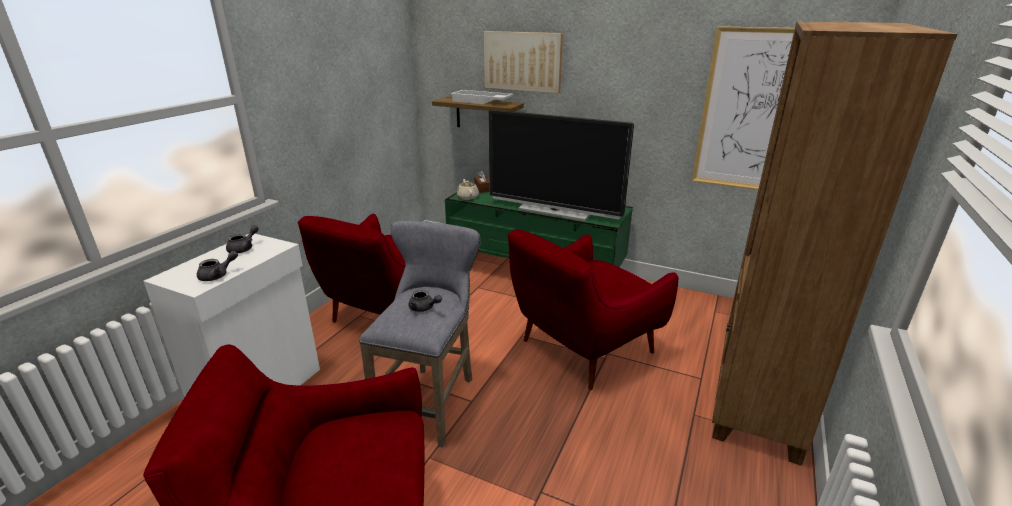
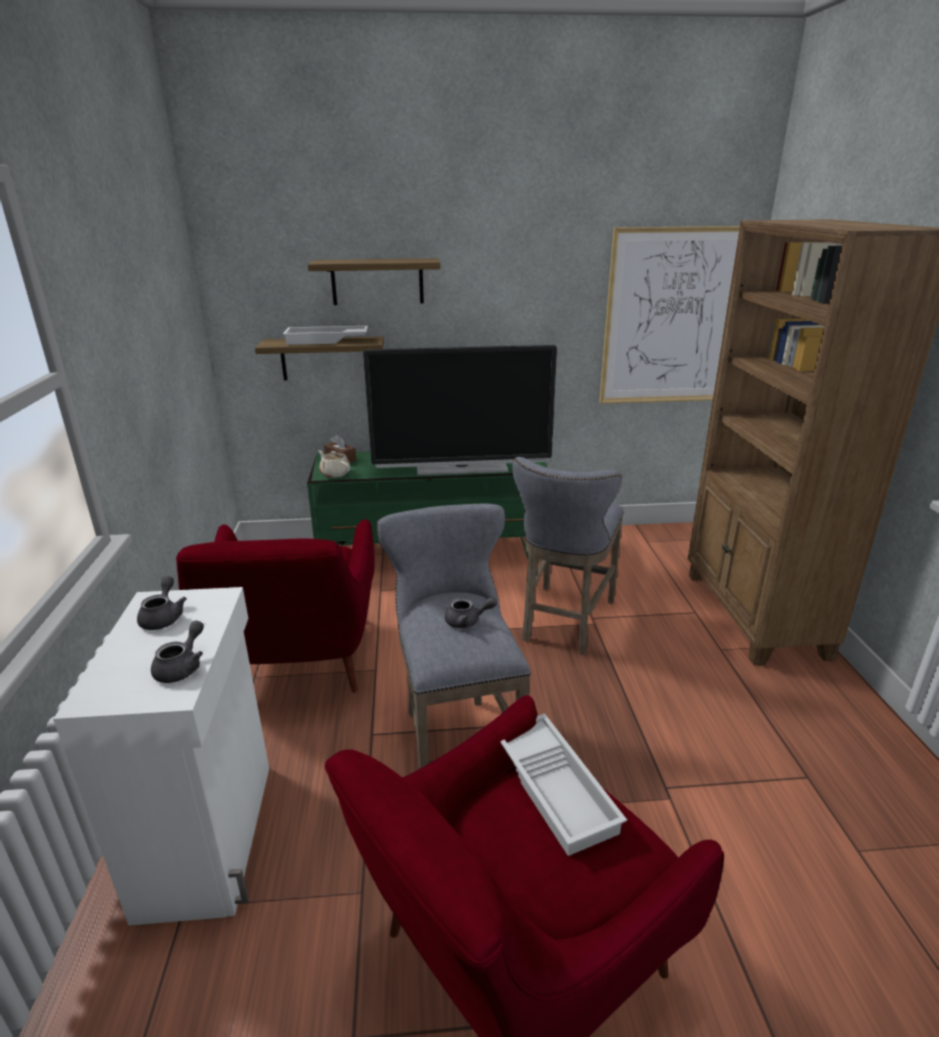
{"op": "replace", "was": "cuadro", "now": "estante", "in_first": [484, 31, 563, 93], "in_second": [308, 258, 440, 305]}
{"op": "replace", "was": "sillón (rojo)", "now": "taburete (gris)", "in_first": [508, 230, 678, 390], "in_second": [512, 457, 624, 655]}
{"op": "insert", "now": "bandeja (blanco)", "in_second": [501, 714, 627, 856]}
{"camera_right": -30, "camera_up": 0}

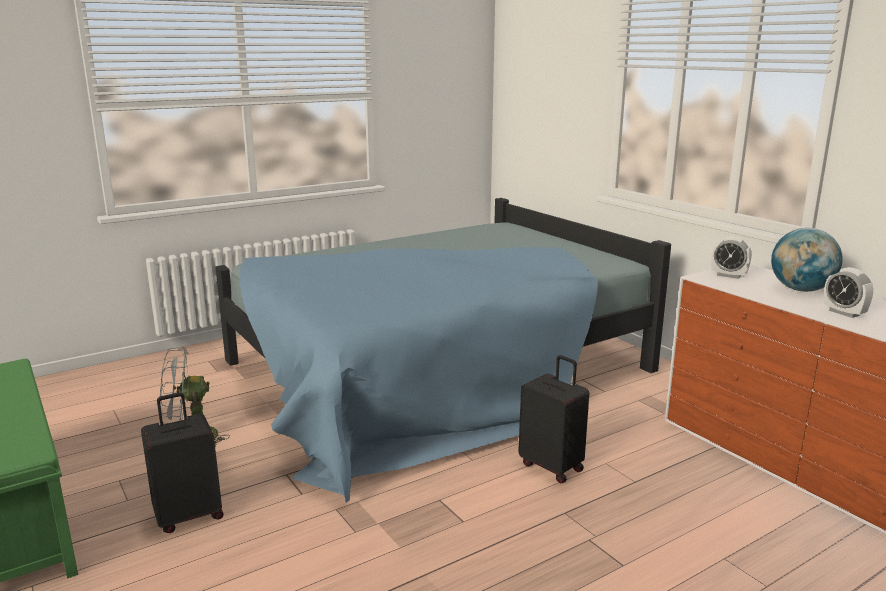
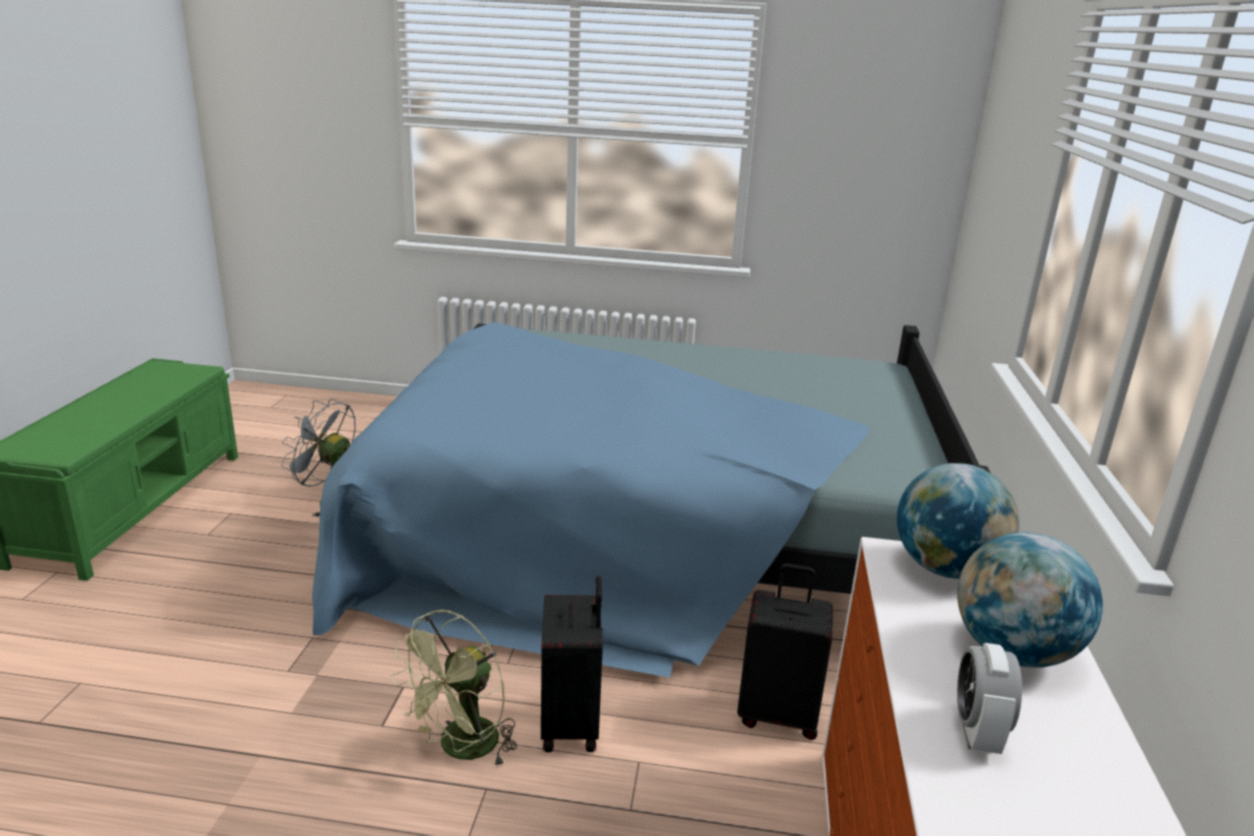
{"op": "move", "was": "maleta (negro)", "in_first": [141, 392, 224, 533], "in_second": [737, 564, 833, 740]}
{"op": "replace", "was": "despertador", "now": "globo terráqueo", "in_first": [711, 236, 752, 279], "in_second": [897, 463, 1019, 579]}
{"op": "insert", "now": "ventilador (verde)", "in_second": [390, 610, 517, 767]}
{"camera_right": 40, "camera_up": 5}

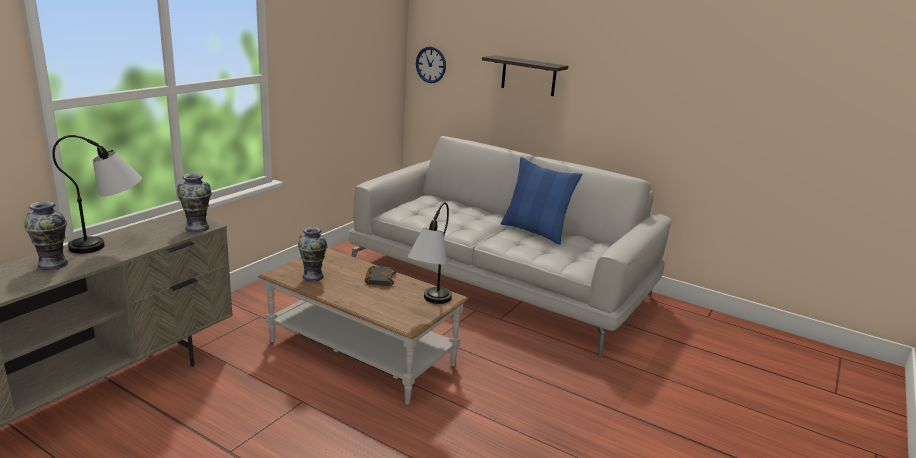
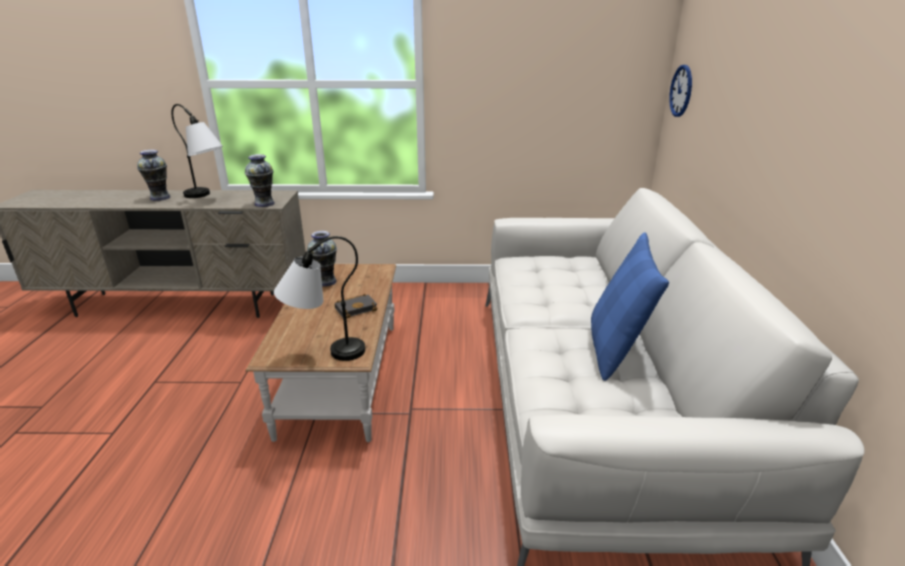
{"op": "delete", "was": "estante", "in_first": [482, 55, 568, 96]}
{"camera_right": 60, "camera_up": 5}

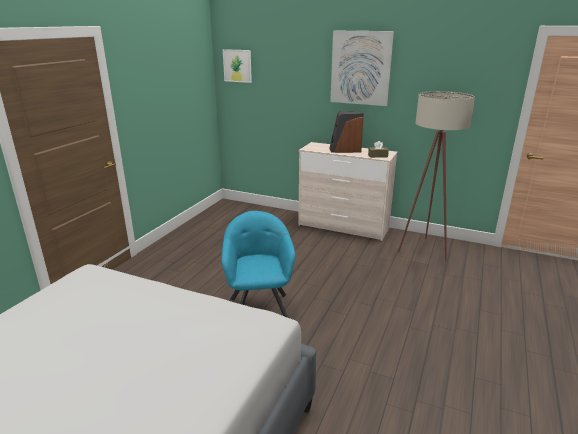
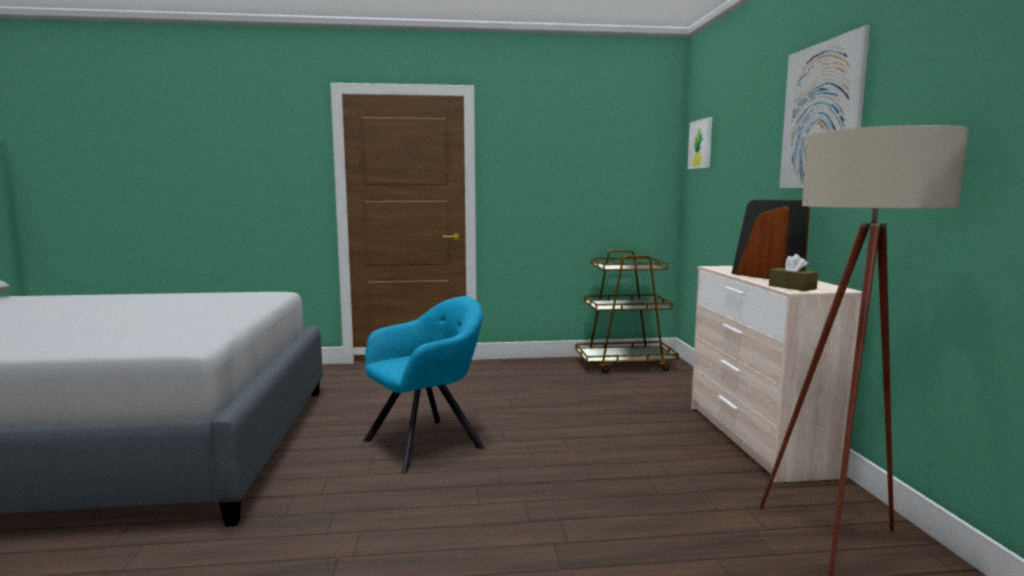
{"op": "insert", "now": "carrito (marrón)", "in_second": [576, 250, 679, 373]}
{"camera_right": 60, "camera_up": -15}

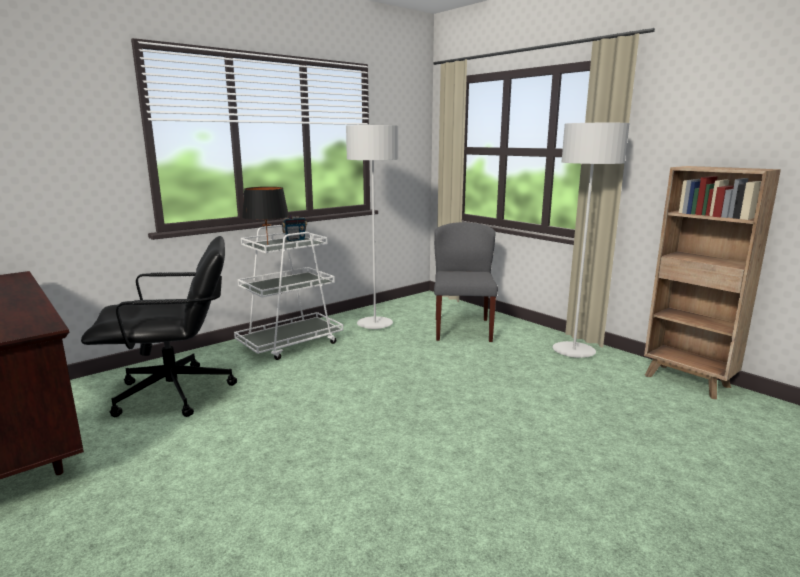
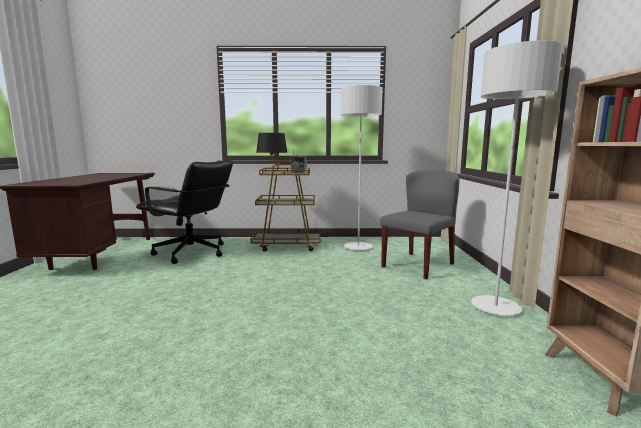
{"op": "recolor", "was": "carrito (blanco)", "now": "carrito (marrón)", "in_first": [234, 225, 343, 360], "in_second": [250, 162, 321, 252]}
{"camera_right": 40, "camera_up": -5}

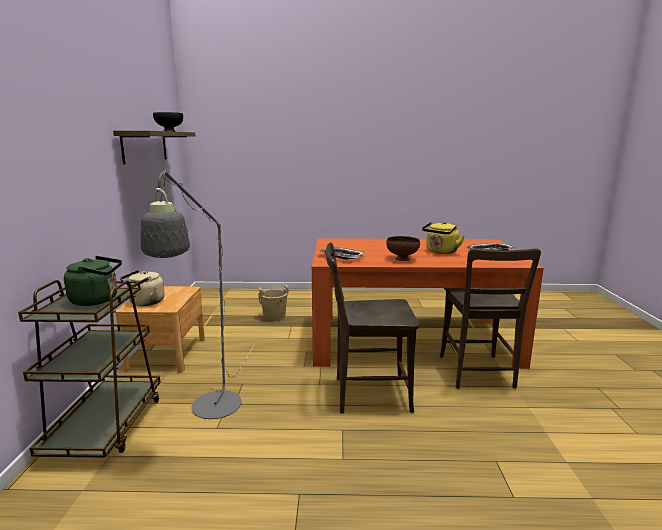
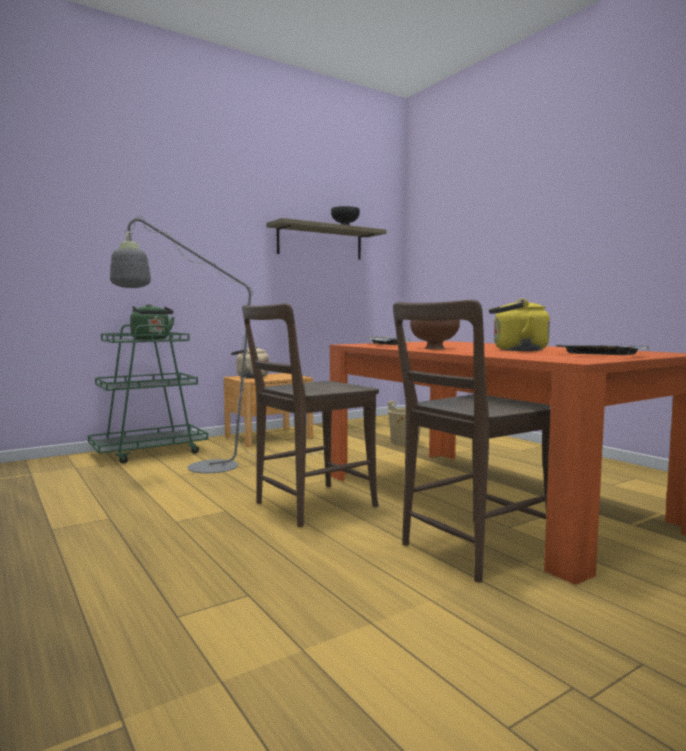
{"op": "recolor", "was": "carrito (marrón)", "now": "carrito (verde)", "in_first": [18, 280, 161, 458], "in_second": [88, 324, 208, 464]}
{"op": "rotate", "was": "silla (marrón)", "in_first": [326, 243, 419, 414], "in_second": [242, 303, 379, 527], "clockwise": -90}
{"camera_right": 55, "camera_up": -10}

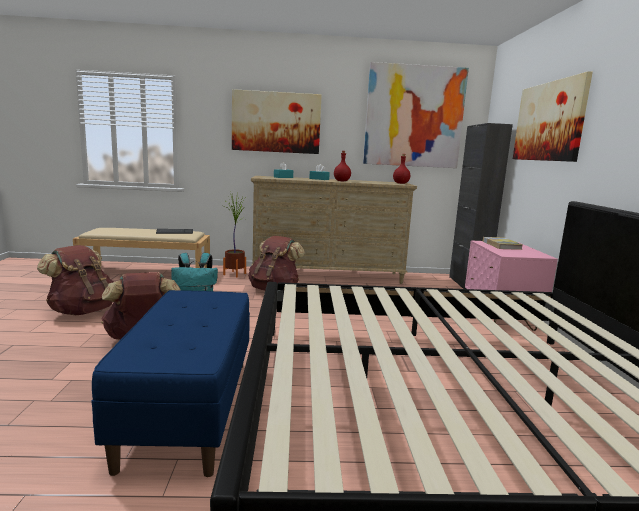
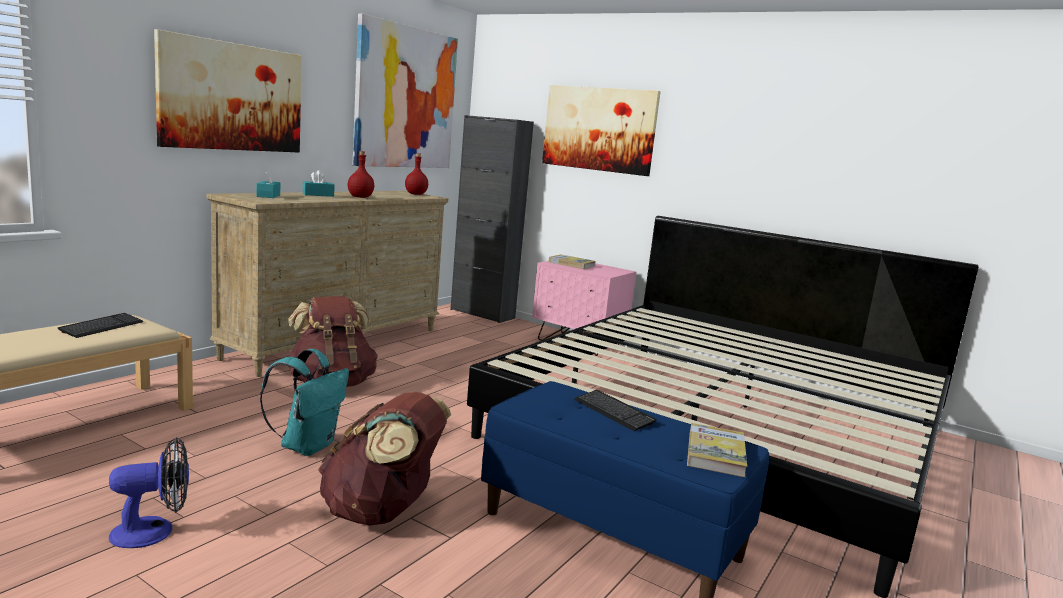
{"op": "replace", "was": "mochila (marrón)", "now": "ventilador", "in_first": [37, 245, 114, 315], "in_second": [109, 437, 189, 548]}
{"op": "delete", "was": "planta en maceta", "in_first": [223, 191, 246, 278]}
{"op": "insert", "now": "teclado", "in_second": [574, 390, 657, 431]}
{"op": "insert", "now": "libro", "in_second": [687, 423, 747, 477]}
{"camera_right": -55, "camera_up": 0}

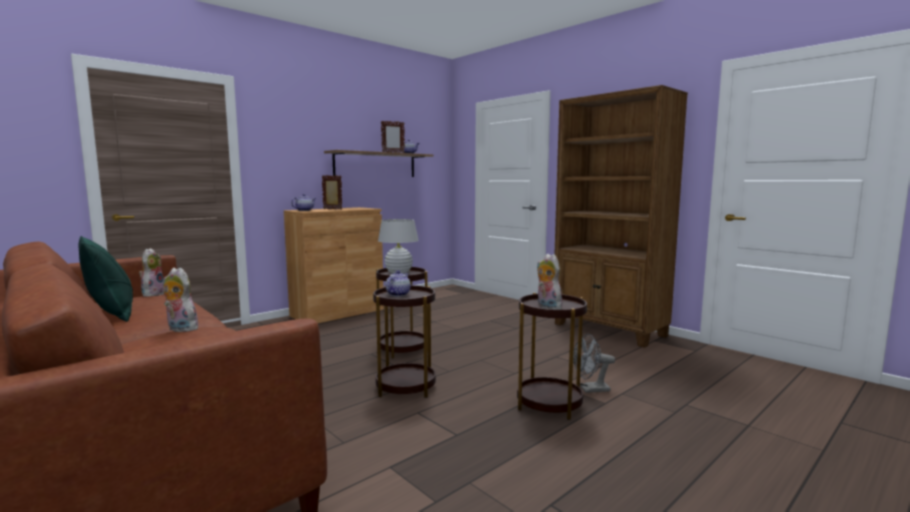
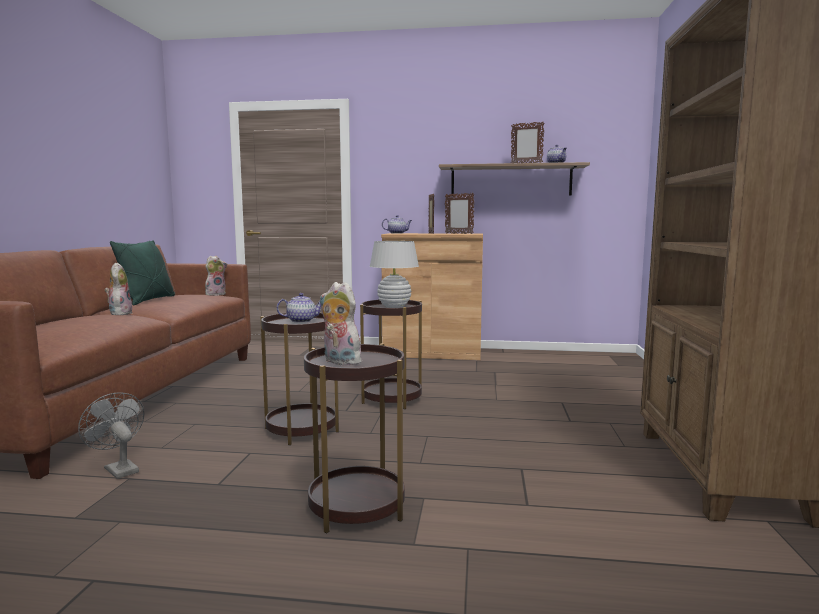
{"op": "rotate", "was": "peluche", "in_first": [537, 254, 562, 309], "in_second": [319, 282, 362, 366], "clockwise": -75}
{"op": "move", "was": "ventilador (gris)", "in_first": [573, 334, 615, 393], "in_second": [78, 392, 144, 479]}
{"op": "insert", "now": "portarretratos", "in_second": [445, 193, 475, 234]}
{"camera_right": 50, "camera_up": 0}

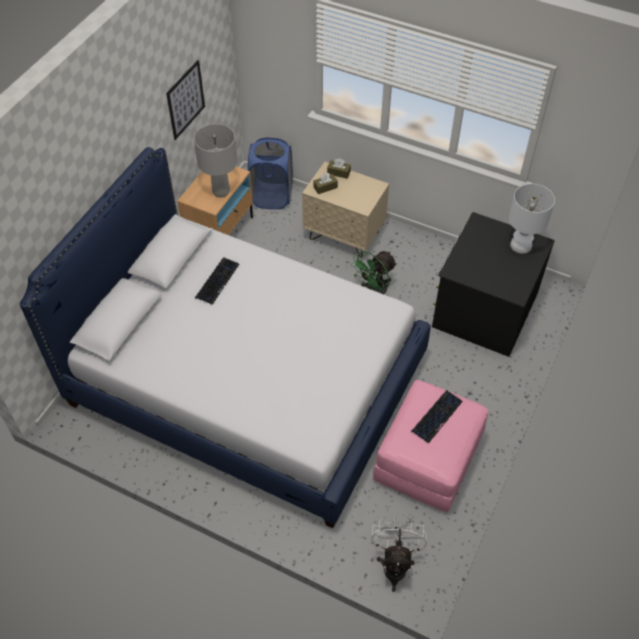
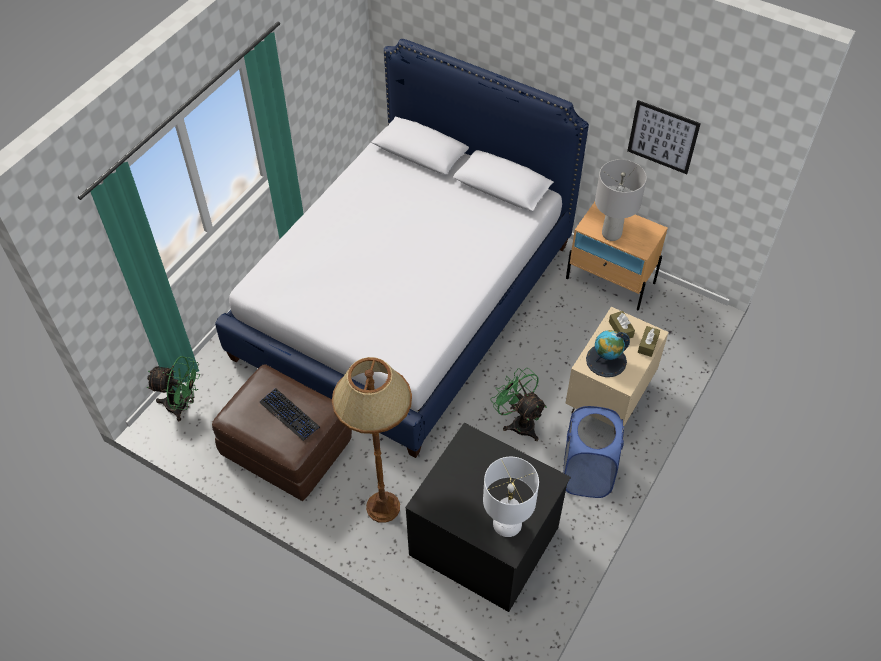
{"op": "delete", "was": "teclado", "in_first": [195, 257, 239, 305]}
{"op": "move", "was": "cesto de la ropa (azul)", "in_first": [248, 137, 292, 209], "in_second": [563, 406, 624, 498]}
{"op": "recolor", "was": "ventilador (blanco)", "now": "ventilador (verde)", "in_first": [371, 517, 427, 592], "in_second": [147, 356, 200, 421]}
{"op": "recolor", "was": "puf (rosa)", "now": "puf (marrón)", "in_first": [373, 380, 488, 513], "in_second": [212, 364, 352, 501]}
{"op": "insert", "now": "lámpara de pie (marrón)", "in_second": [332, 357, 412, 523]}
{"op": "insert", "now": "globo terráqueo", "in_second": [586, 330, 630, 377]}
{"camera_right": 95, "camera_up": 0}

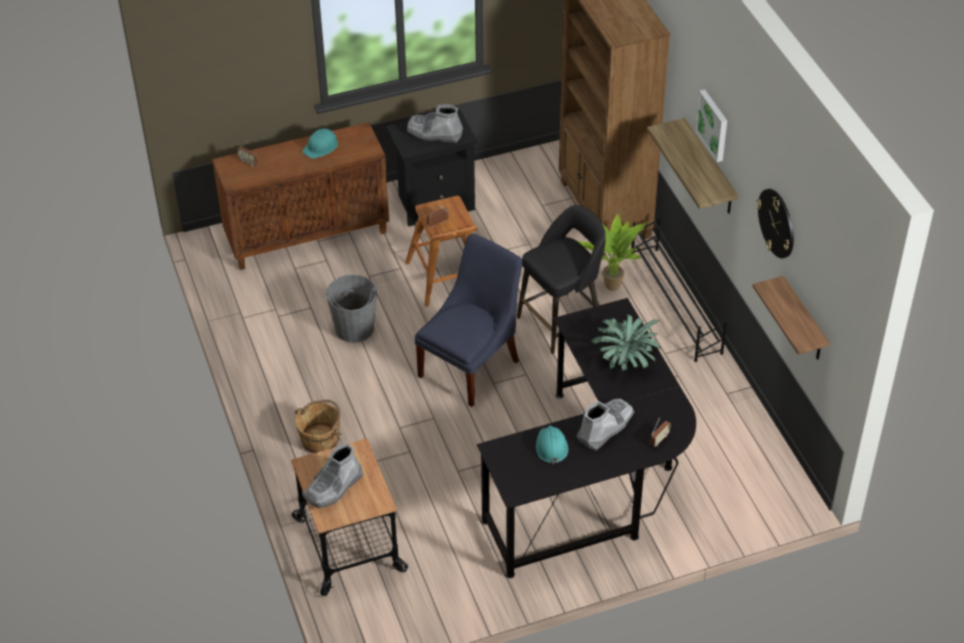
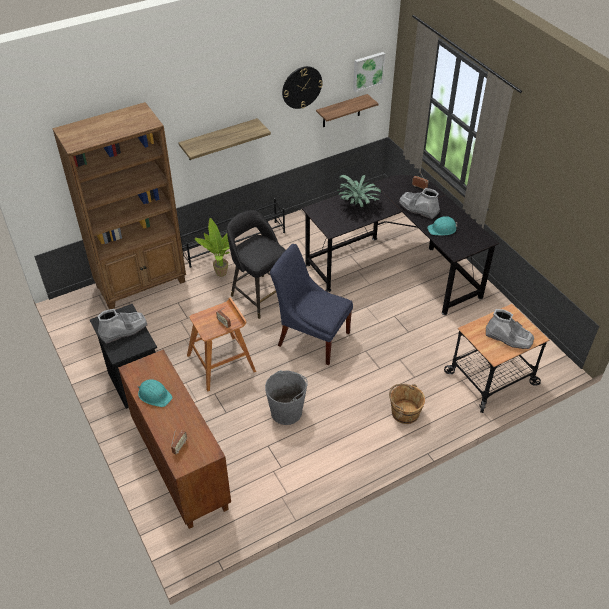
{"op": "rotate", "was": "bota (gris)", "in_first": [407, 104, 463, 143], "in_second": [97, 309, 147, 344], "clockwise": -120}
{"op": "move", "was": "cuadro", "in_first": [695, 89, 727, 162], "in_second": [353, 52, 385, 92]}
{"camera_right": -100, "camera_up": 0}

